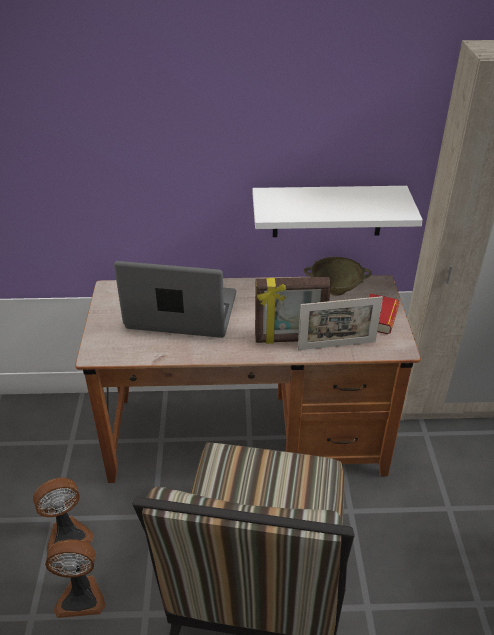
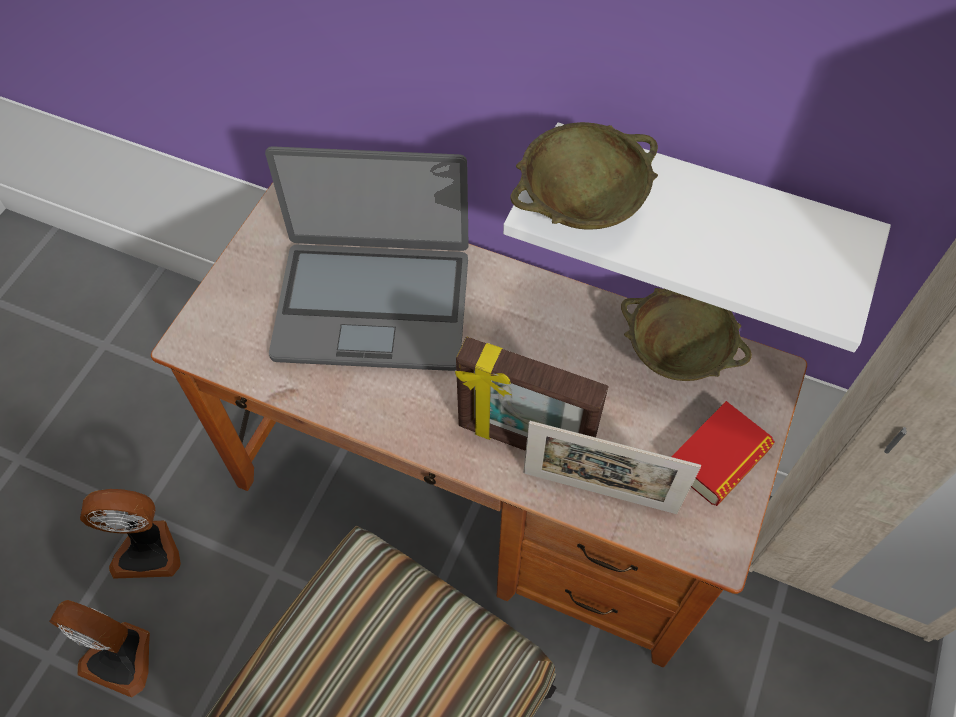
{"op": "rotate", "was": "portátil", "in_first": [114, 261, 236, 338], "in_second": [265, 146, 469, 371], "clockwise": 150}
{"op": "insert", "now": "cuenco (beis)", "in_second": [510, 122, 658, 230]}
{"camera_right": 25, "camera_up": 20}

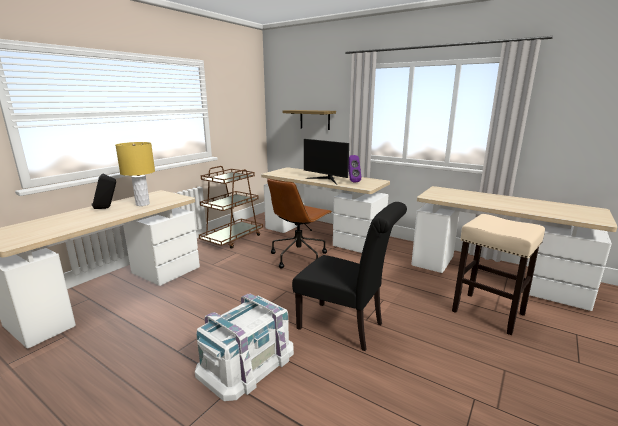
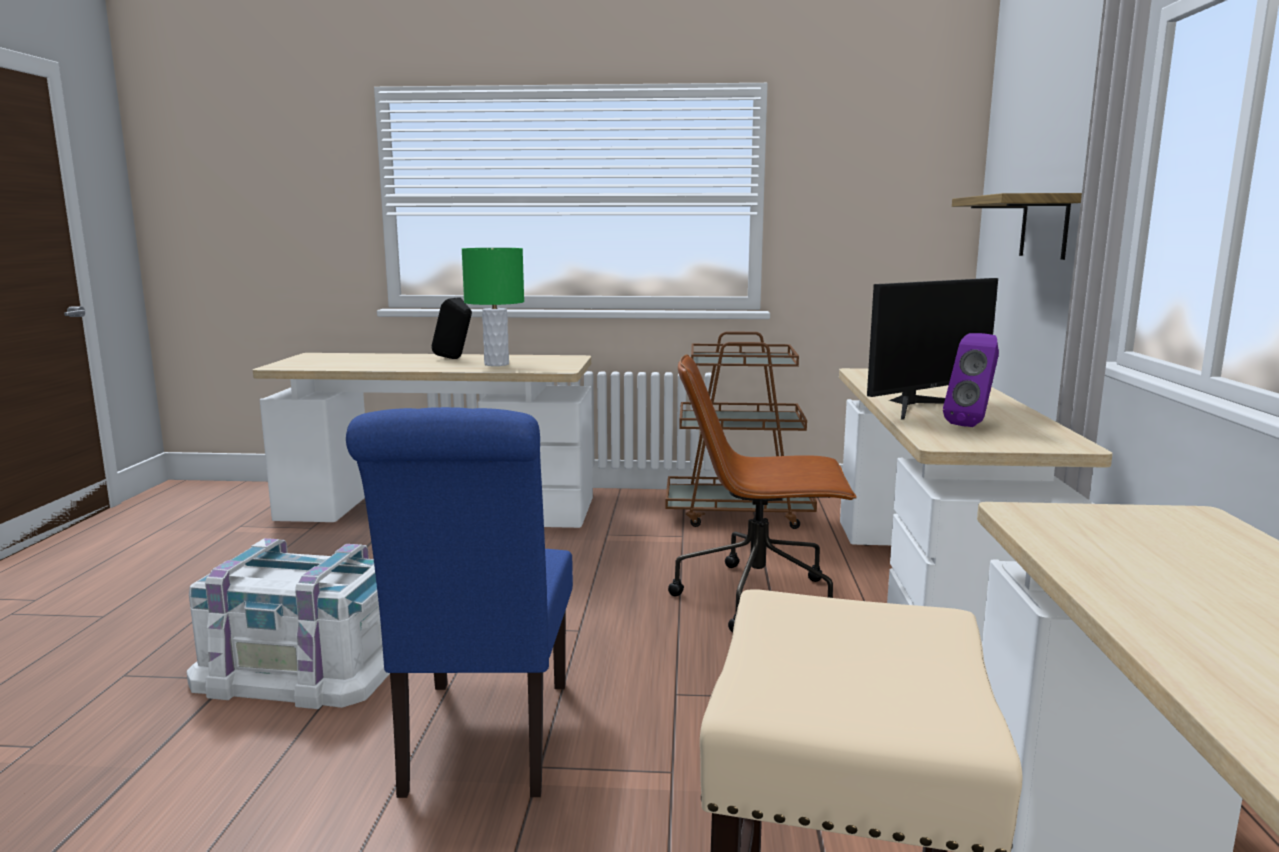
{"op": "recolor", "was": "lámpara de mesa (amarillo)", "now": "lámpara de mesa (verde)", "in_first": [115, 142, 155, 206], "in_second": [462, 248, 524, 366]}
{"op": "recolor", "was": "silla (negro)", "now": "silla (azul)", "in_first": [292, 202, 407, 351], "in_second": [346, 407, 573, 798]}
{"op": "rotate", "was": "monitor", "in_first": [304, 139, 349, 185], "in_second": [867, 278, 998, 419], "clockwise": -135}
{"camera_right": 60, "camera_up": -5}

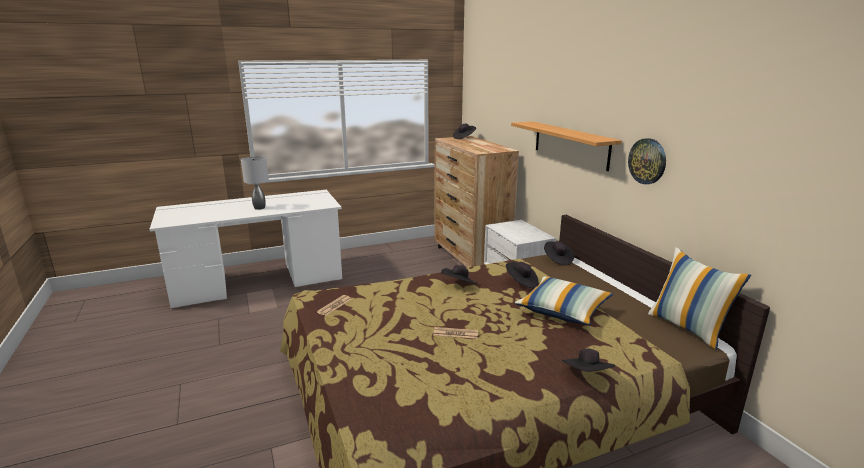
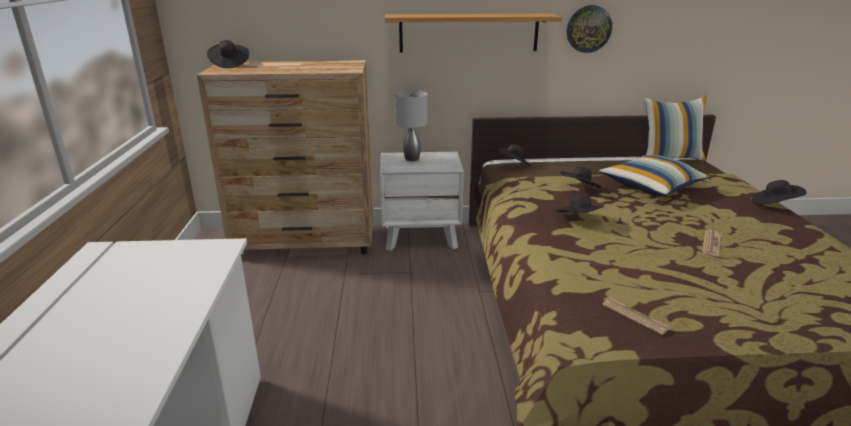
{"op": "move", "was": "lámpara de mesa (gris)", "in_first": [241, 156, 269, 210], "in_second": [395, 90, 428, 161]}
{"camera_right": -70, "camera_up": 5}

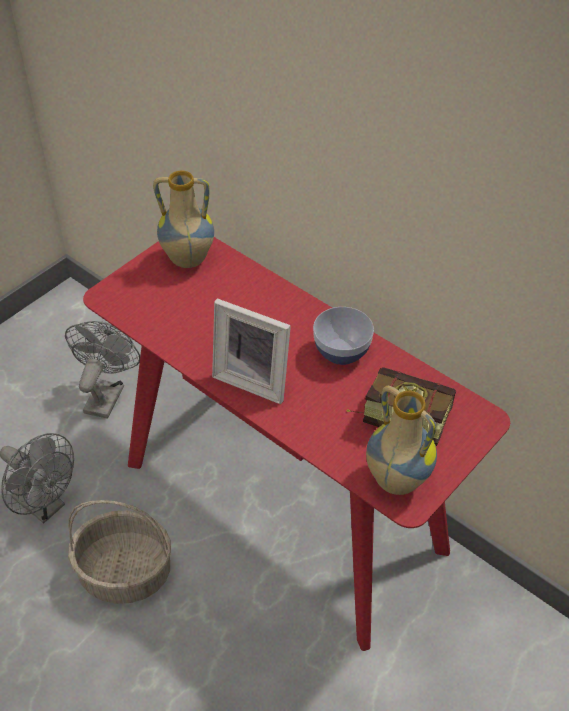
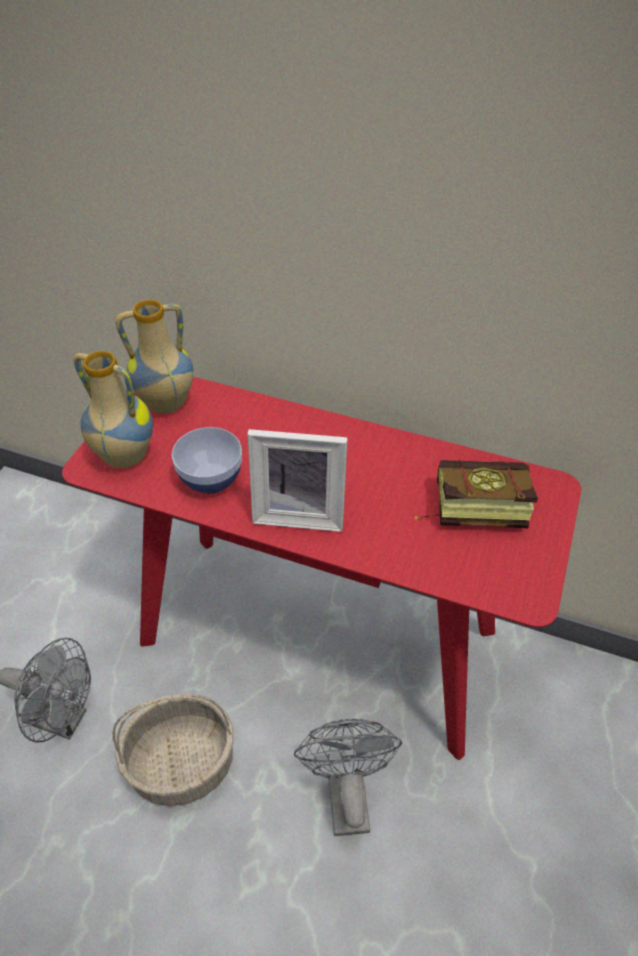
{"op": "move", "was": "ventilador (gris)", "in_first": [65, 321, 140, 418], "in_second": [294, 719, 402, 836]}
{"op": "move", "was": "cuenco", "in_first": [313, 307, 374, 365], "in_second": [172, 427, 242, 494]}
{"op": "move", "was": "florero", "in_first": [366, 386, 437, 495], "in_second": [73, 351, 153, 468]}
{"camera_right": -20, "camera_up": 0}

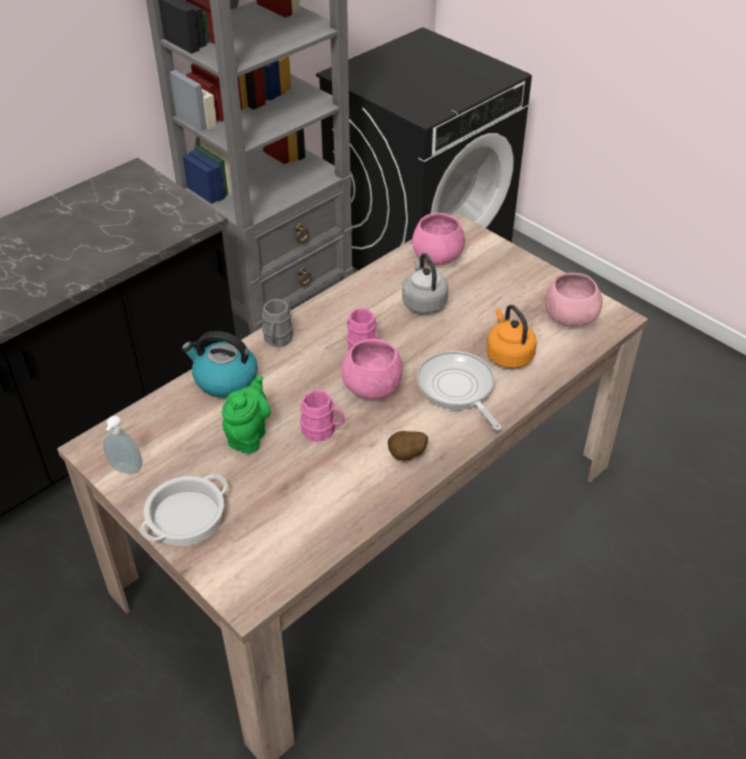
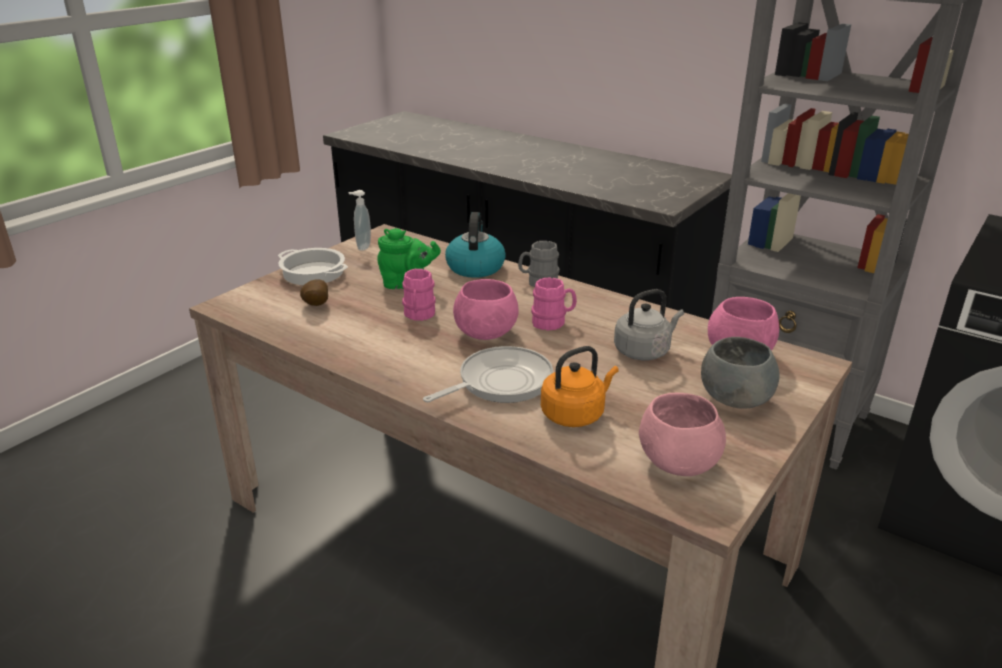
{"op": "move", "was": "patata", "in_first": [388, 431, 428, 461], "in_second": [300, 279, 328, 306]}
{"op": "insert", "now": "cuenco (gris)", "in_second": [701, 337, 780, 409]}
{"camera_right": 80, "camera_up": -15}

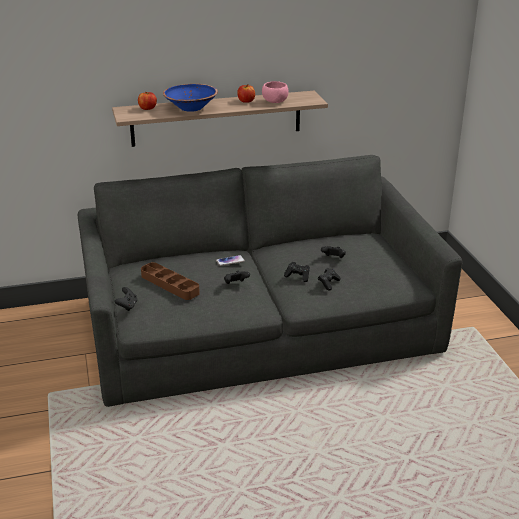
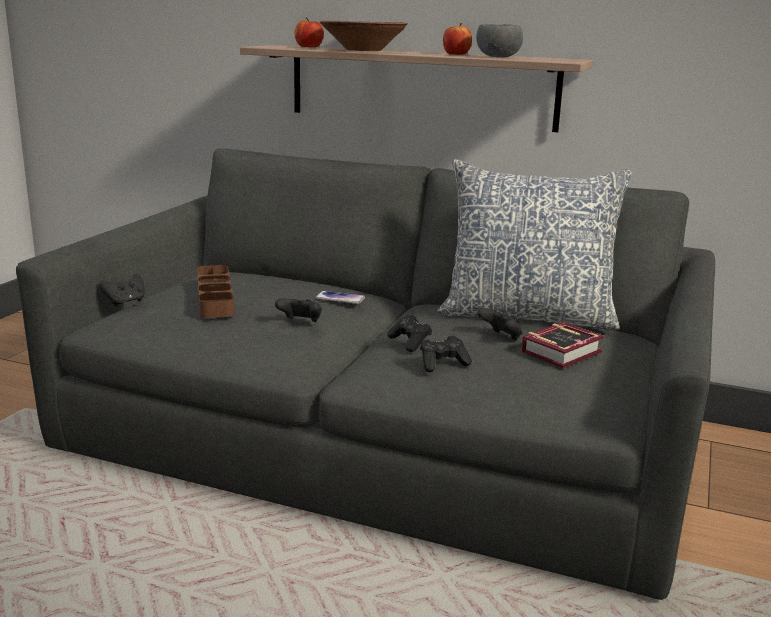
{"op": "recolor", "was": "cuenco (azul)", "now": "cuenco (marrón)", "in_first": [163, 84, 218, 112], "in_second": [320, 21, 408, 51]}
{"op": "recolor", "was": "cuenco (rosa)", "now": "cuenco (gris)", "in_first": [262, 81, 289, 103], "in_second": [476, 24, 523, 58]}
{"op": "insert", "now": "cojín", "in_second": [438, 159, 632, 330]}
{"op": "insert", "now": "libro", "in_second": [522, 322, 604, 368]}
{"camera_right": 35, "camera_up": -10}

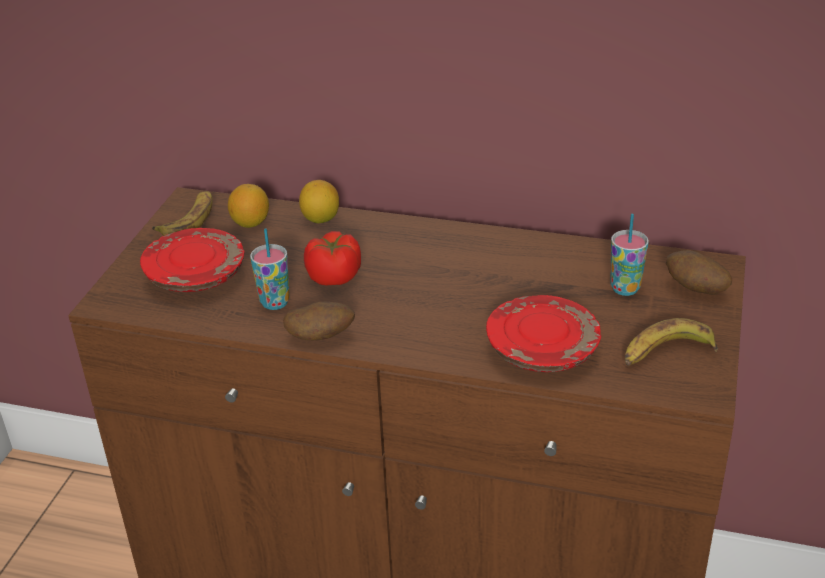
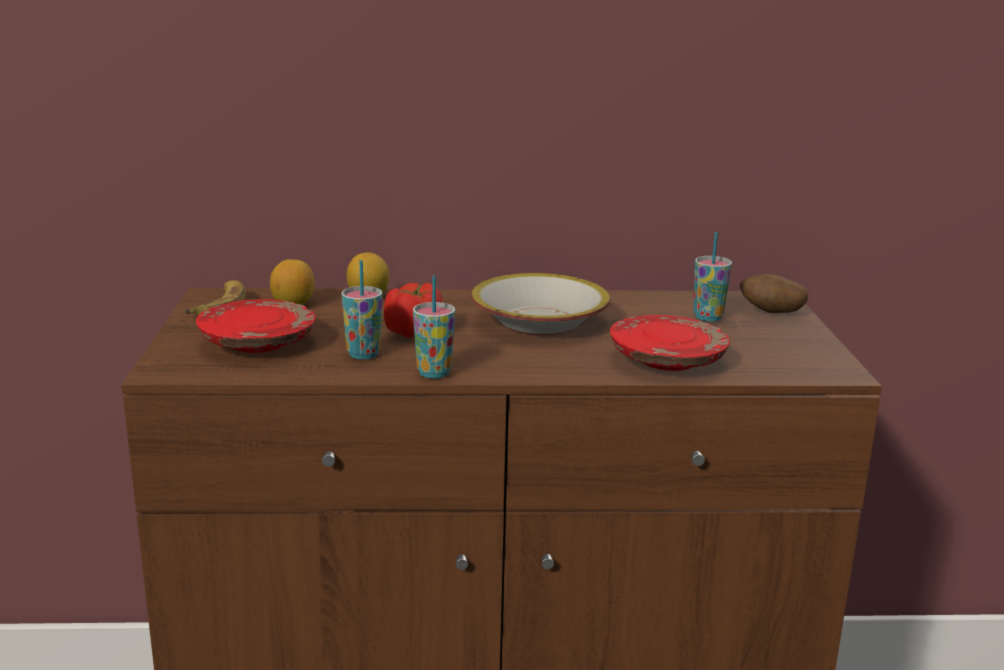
{"op": "replace", "was": "patata", "now": "taza", "in_first": [283, 302, 355, 340], "in_second": [413, 276, 455, 379]}
{"op": "delete", "was": "plátano", "in_first": [625, 318, 718, 366]}
{"op": "insert", "now": "cuenco", "in_second": [471, 273, 610, 335]}
{"camera_right": -20, "camera_up": -15}

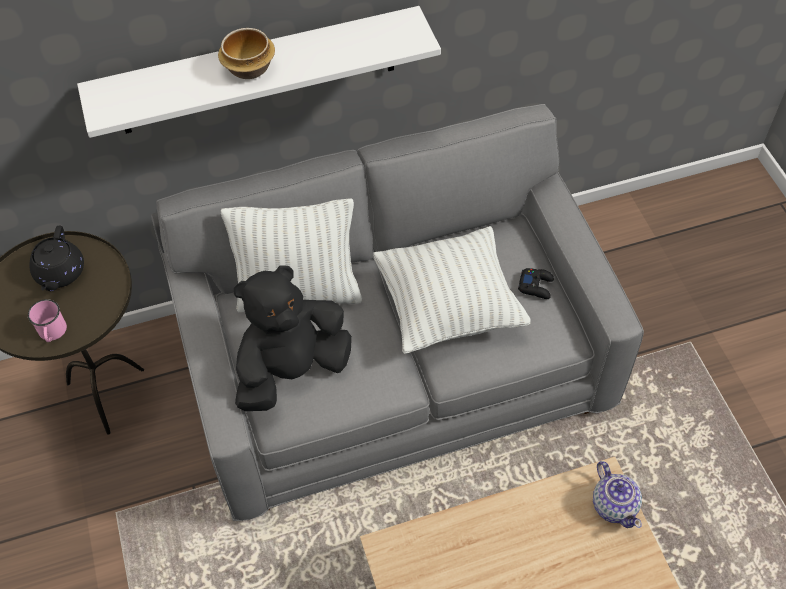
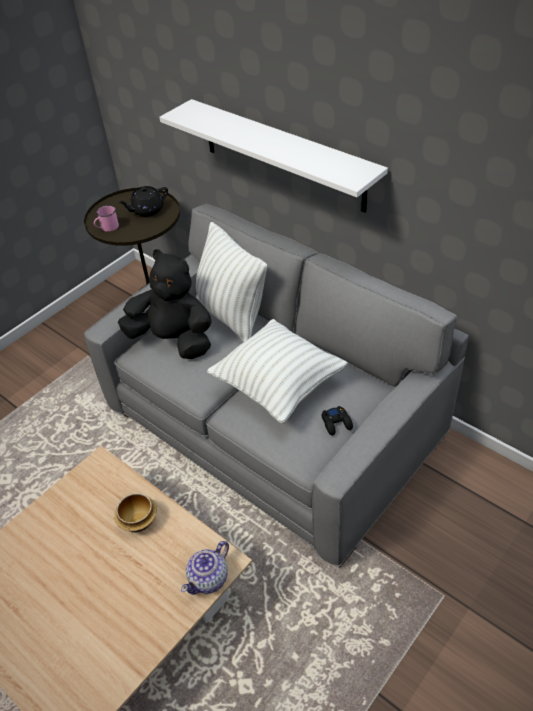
{"op": "move", "was": "cuenco", "in_first": [218, 28, 275, 79], "in_second": [114, 493, 157, 532]}
{"camera_right": 60, "camera_up": -10}

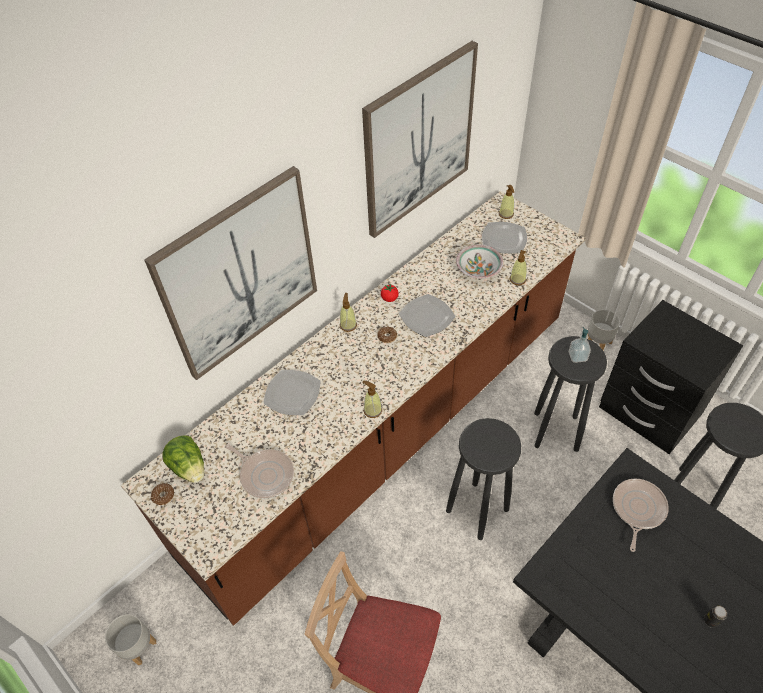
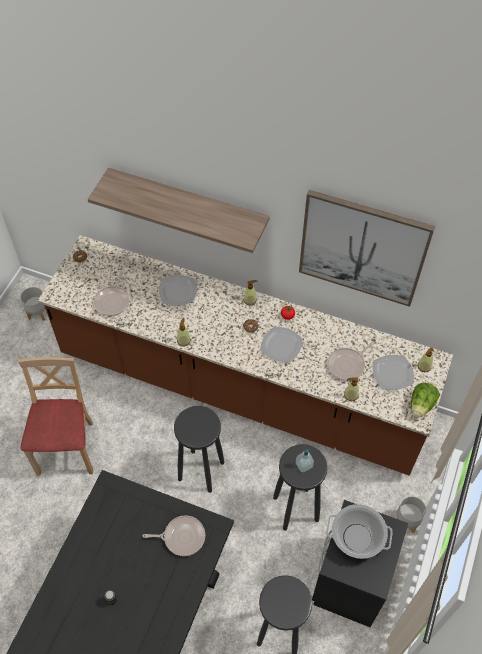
{"op": "replace", "was": "cuadro", "now": "estante", "in_first": [144, 166, 317, 380], "in_second": [88, 168, 270, 253]}
{"op": "move", "was": "lechuga", "in_first": [162, 436, 204, 483], "in_second": [411, 382, 440, 418]}
{"op": "replace", "was": "cuenco", "now": "sartén", "in_first": [456, 245, 503, 279], "in_second": [328, 342, 374, 381]}
{"op": "insert", "now": "olla", "in_second": [326, 504, 393, 559]}
{"camera_right": 65, "camera_up": 5}

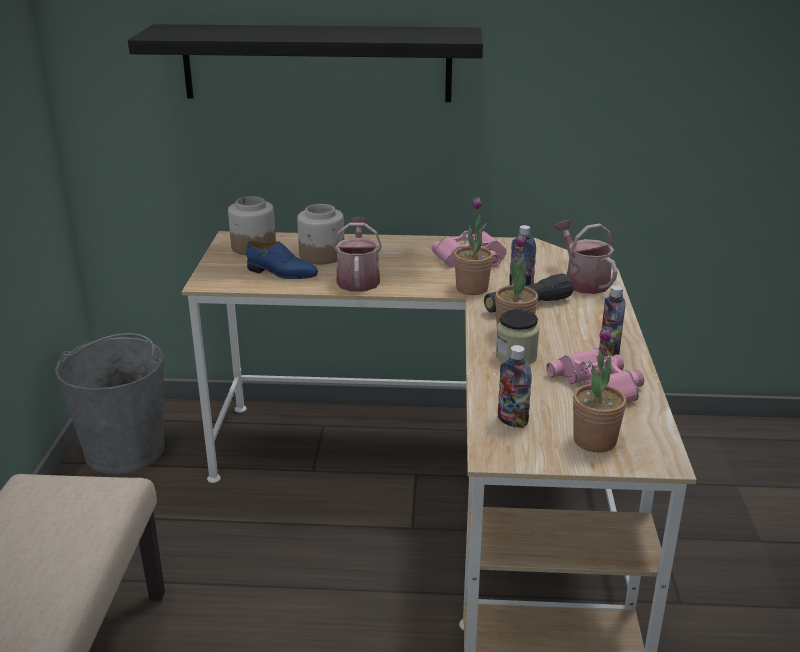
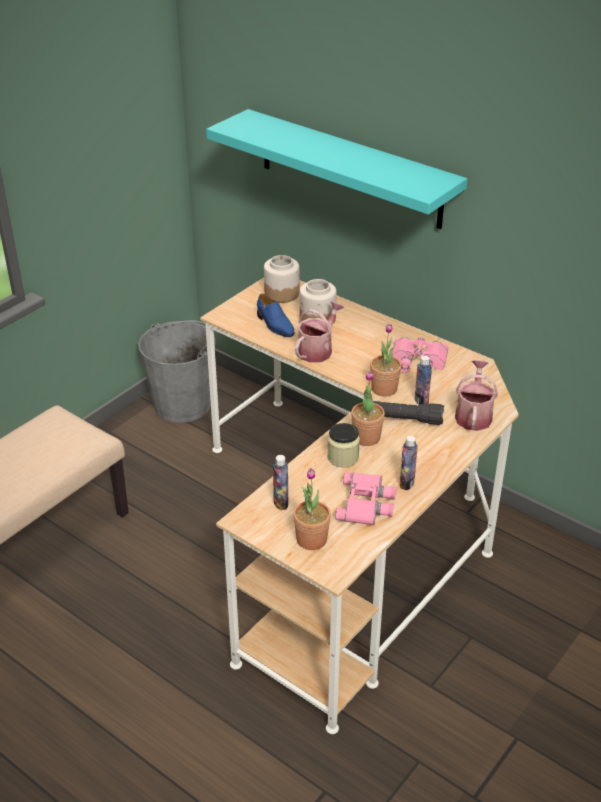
{"op": "recolor", "was": "estante (negro)", "now": "estante (turquesa)", "in_first": [128, 24, 483, 102], "in_second": [206, 109, 467, 229]}
{"camera_right": 35, "camera_up": 10}

